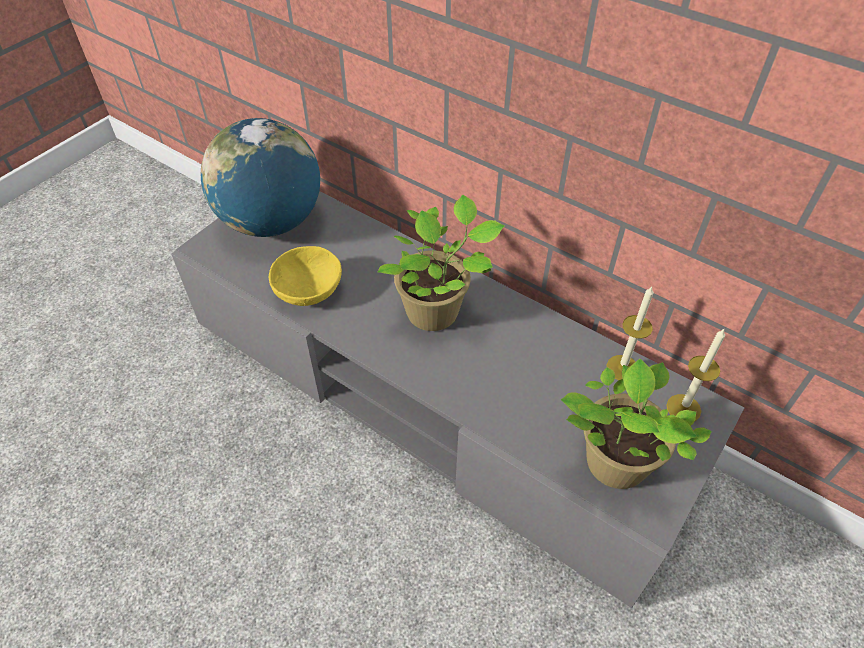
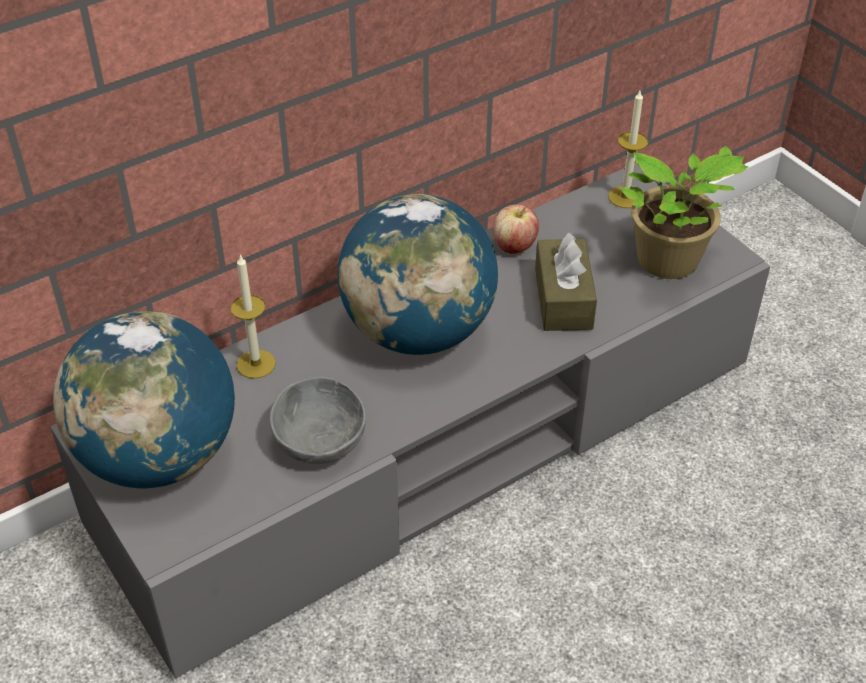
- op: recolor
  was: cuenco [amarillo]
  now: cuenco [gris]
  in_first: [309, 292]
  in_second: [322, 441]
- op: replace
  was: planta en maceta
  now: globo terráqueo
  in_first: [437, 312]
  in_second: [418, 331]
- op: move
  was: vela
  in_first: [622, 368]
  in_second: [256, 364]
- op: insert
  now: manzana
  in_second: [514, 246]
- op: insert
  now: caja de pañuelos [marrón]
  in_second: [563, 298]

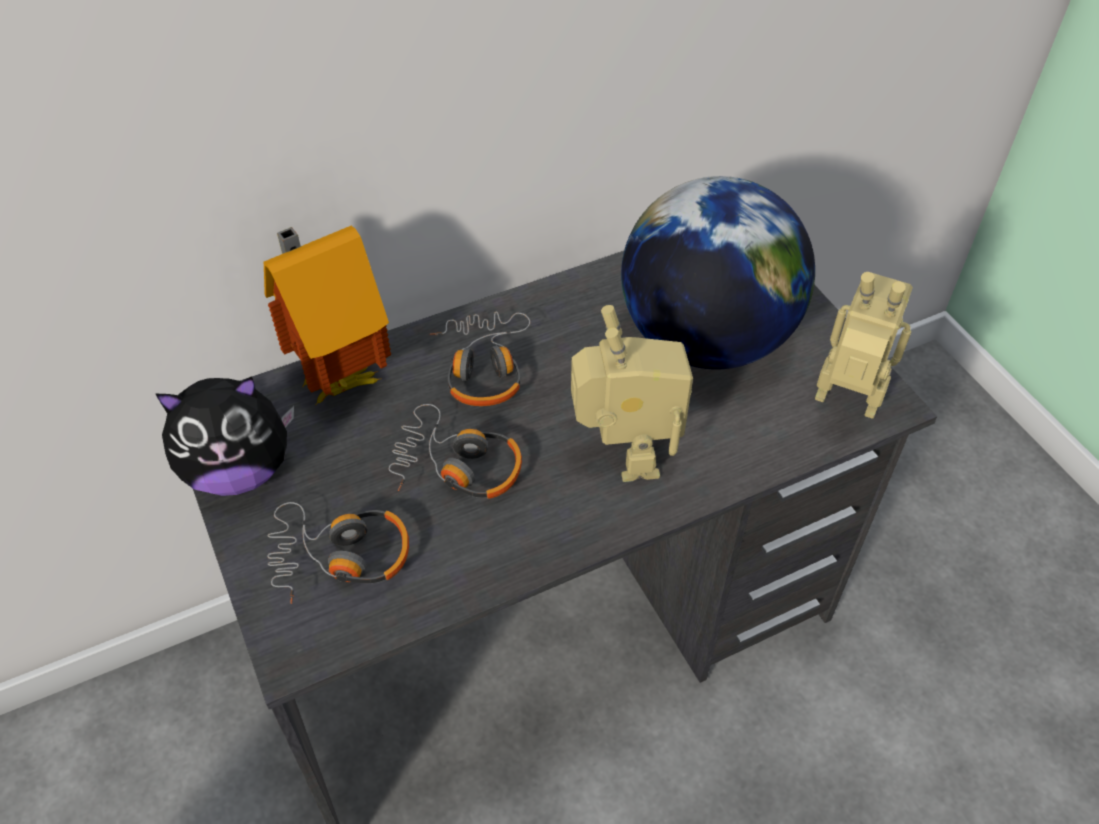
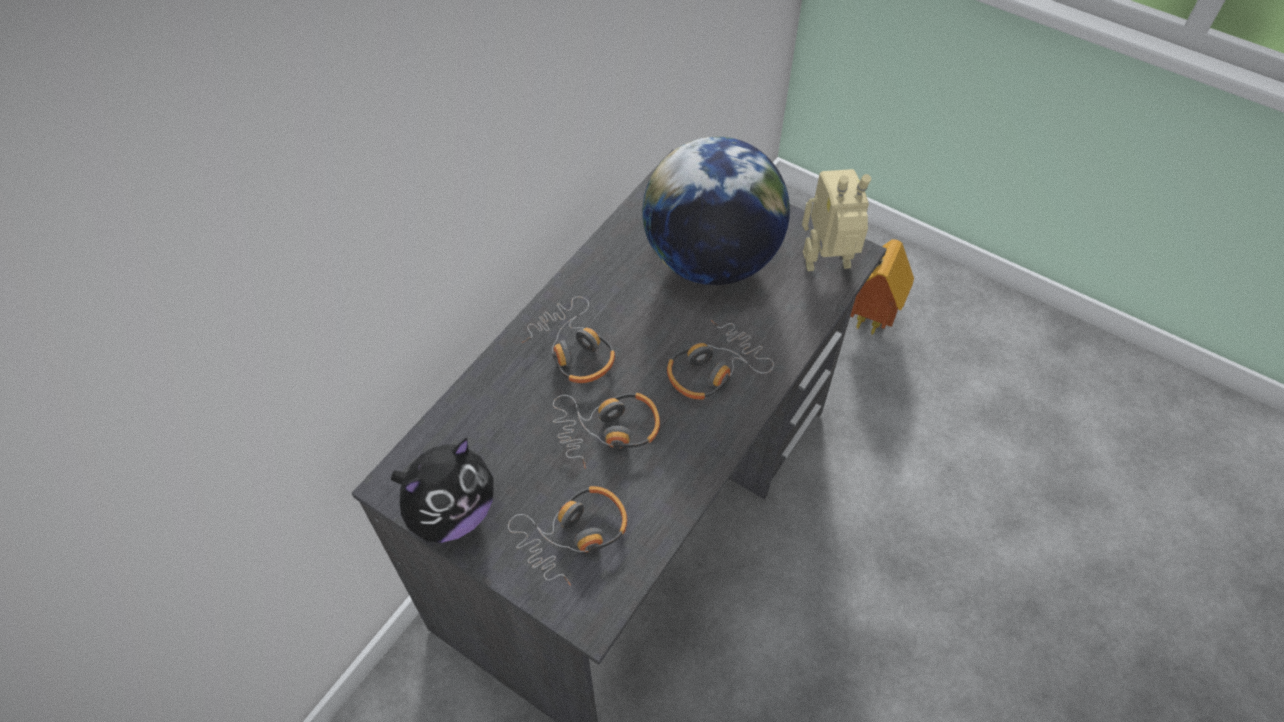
- op: move
  was: casita
  in_first: [338, 378]
  in_second: [867, 318]
- op: replace
  was: robot de juguete
  now: auriculares
  in_first: [623, 456]
  in_second: [713, 369]

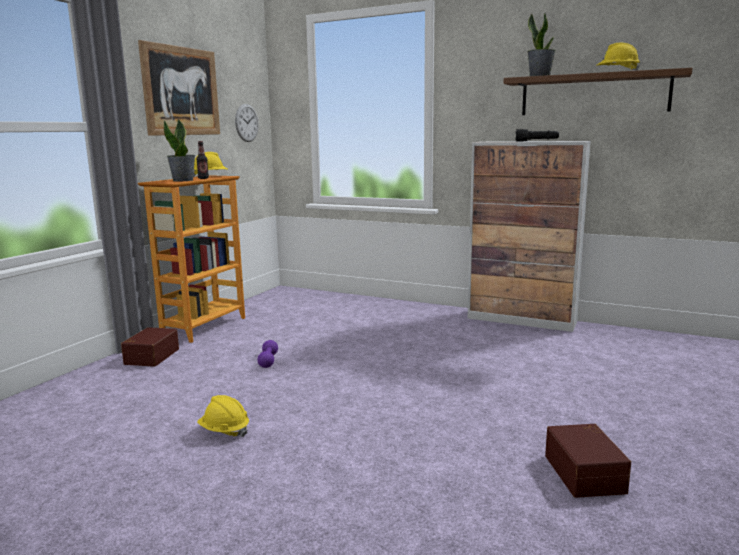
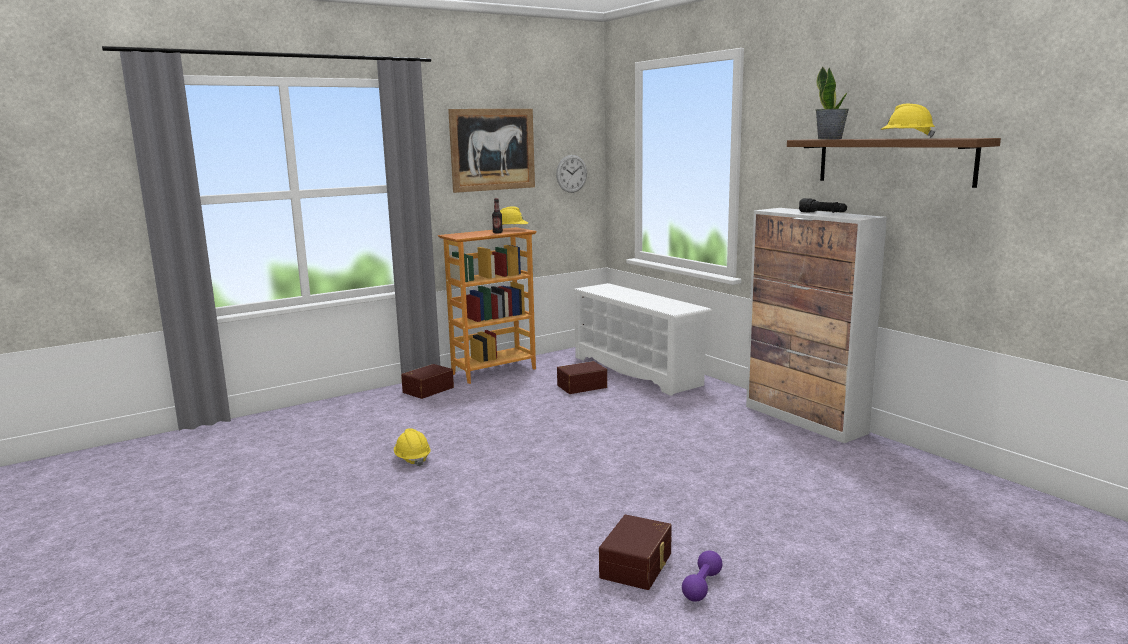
- op: delete
  was: planta en maceta
  in_first: [183, 180]
- op: move
  was: mancuerna [morado]
  in_first: [268, 361]
  in_second: [702, 586]
- op: insert
  now: caja de almacenaje [marrón]
  in_second: [581, 386]
- op: insert
  now: zapatero [blanco]
  in_second: [638, 371]

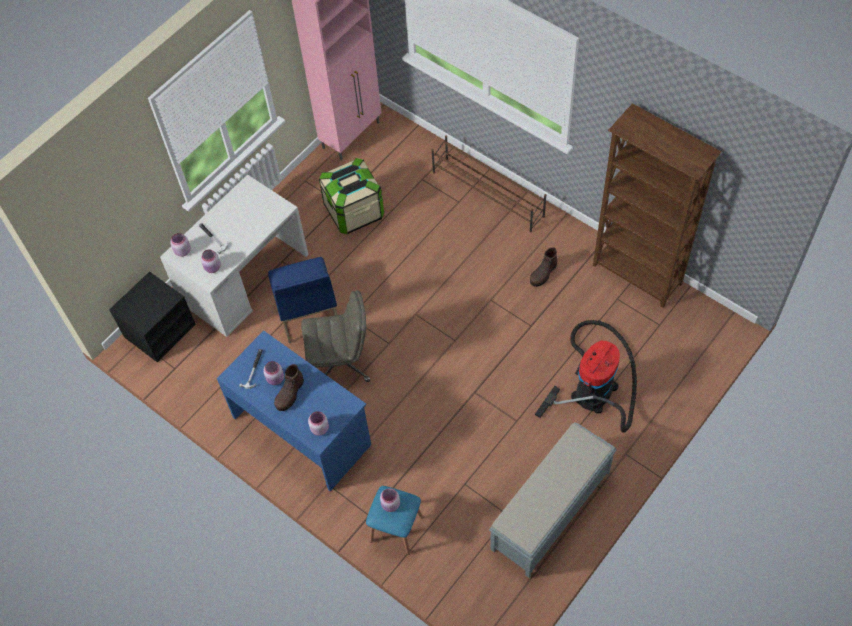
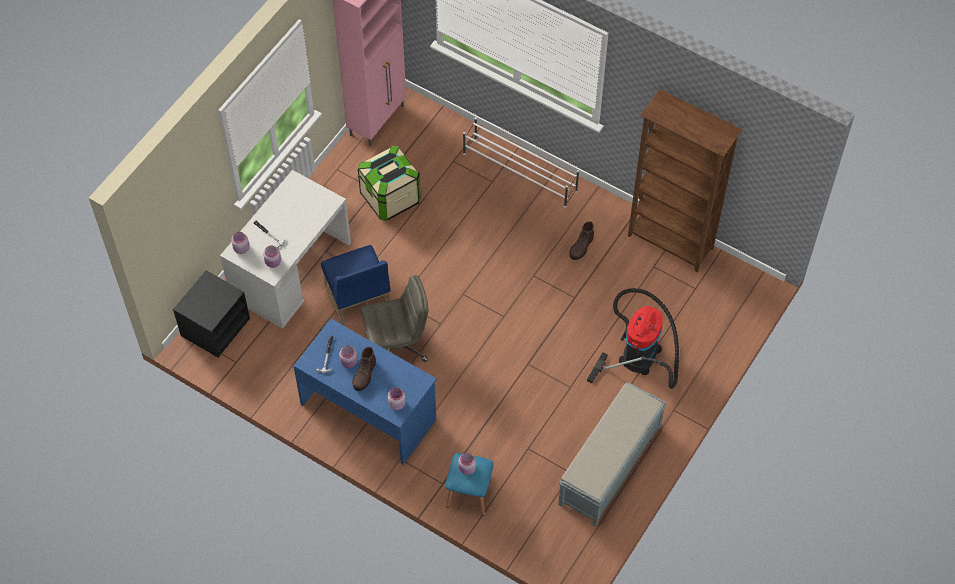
- op: recolor
  was: zapatero [marrón]
  now: zapatero [blanco]
  in_first: [488, 195]
  in_second: [520, 173]

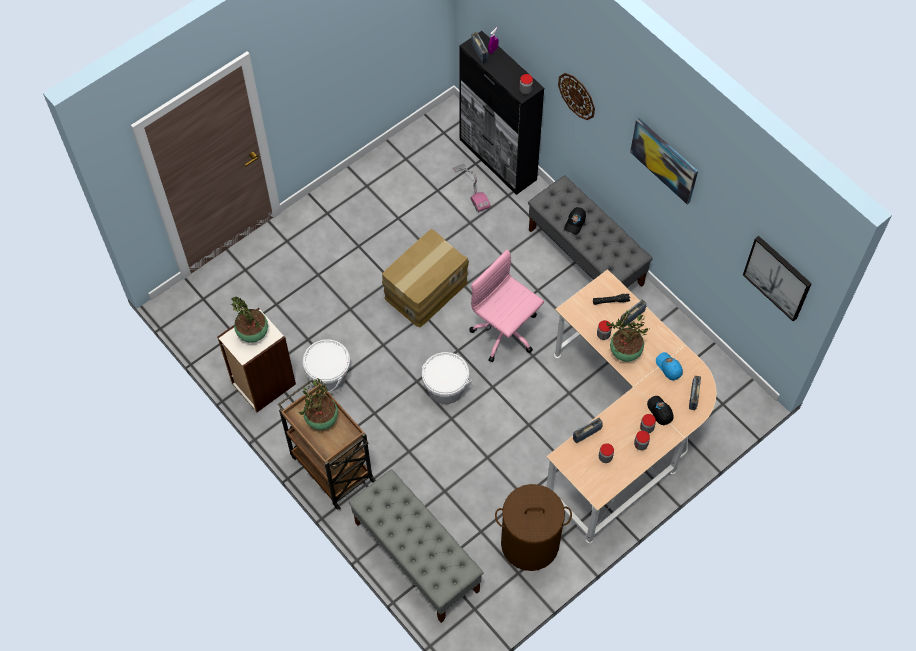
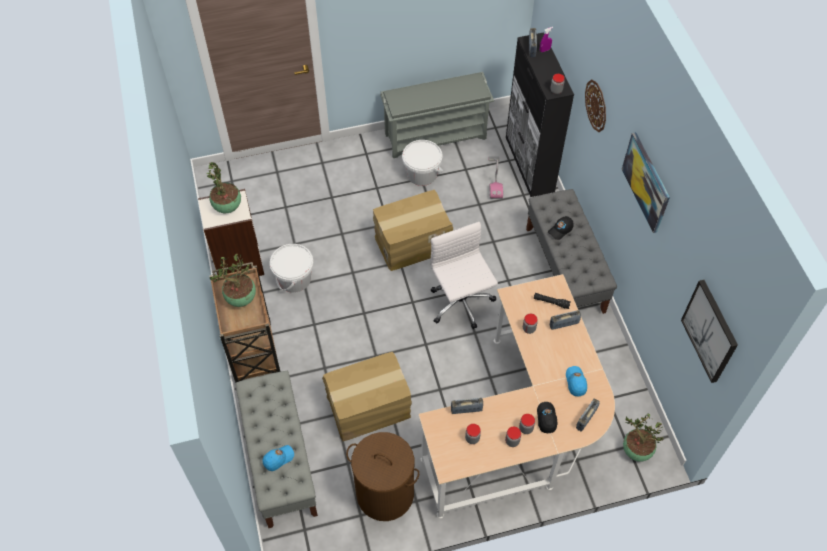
- op: move
  was: cubo [blanco]
  in_first: [445, 388]
  in_second: [422, 174]
- op: recolor
  was: silla de oficina [rosa]
  now: silla de oficina [blanco]
  in_first: [505, 333]
  in_second: [461, 304]
- op: move
  was: planta en maceta
  in_first: [624, 352]
  in_second: [635, 451]
- op: insert
  now: gorra [azul]
  in_second: [278, 459]
- op: insert
  now: caja de cartón
  in_second: [368, 408]
- op: insert
  now: zapatero [gris]
  in_second: [436, 135]

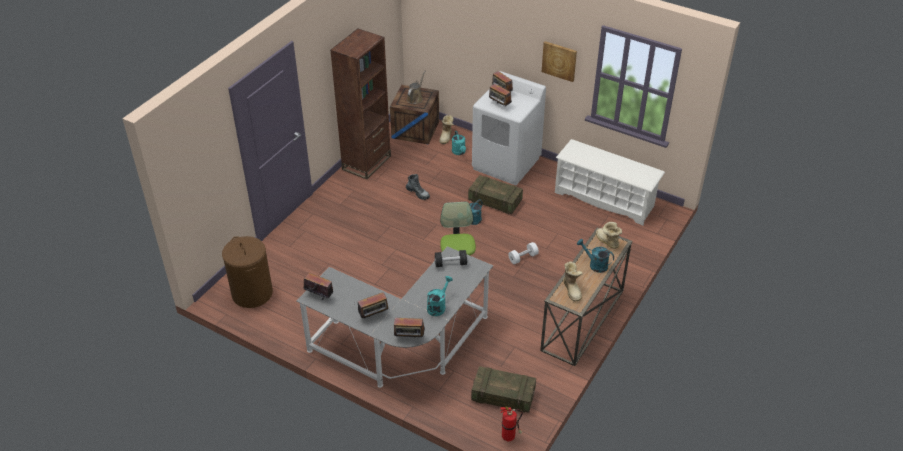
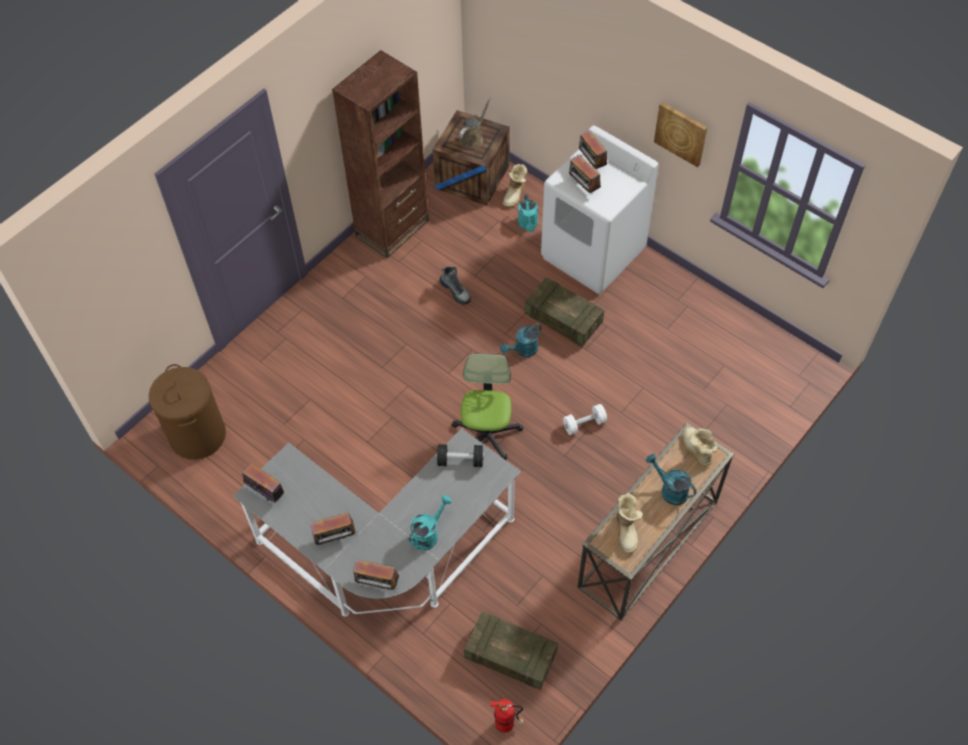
- op: delete
  was: zapatero [blanco]
  in_first: [605, 199]

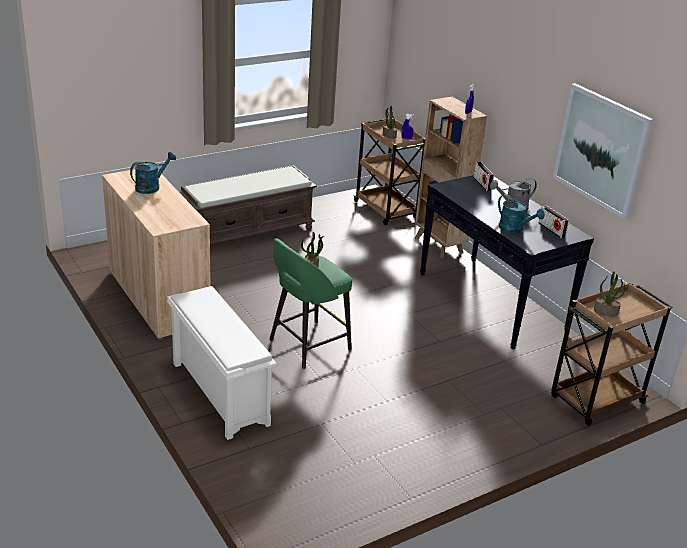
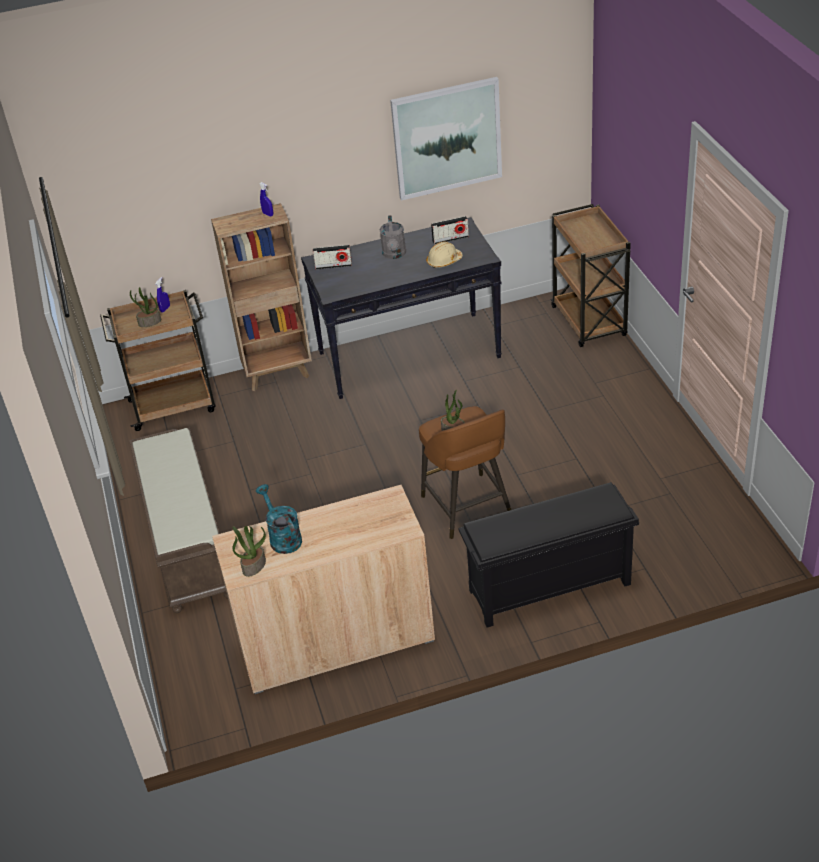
- op: recolor
  was: zapatero [blanco]
  now: zapatero [negro]
  in_first: [218, 393]
  in_second: [548, 588]
- op: recolor
  was: taburete [verde]
  now: taburete [marrón]
  in_first: [307, 345]
  in_second: [467, 507]
- op: replace
  was: regadera [turquesa]
  now: casco [beis]
  in_first: [514, 229]
  in_second: [444, 261]
- op: move
  was: planta en maceta
  in_first: [606, 311]
  in_second: [254, 565]

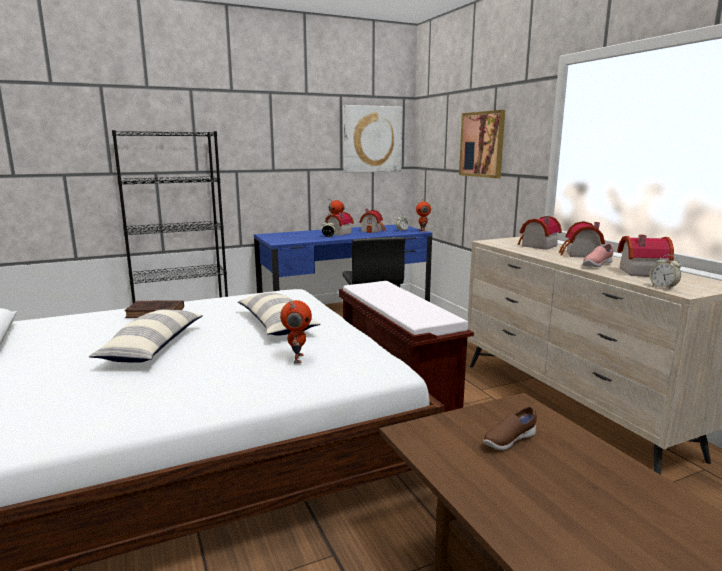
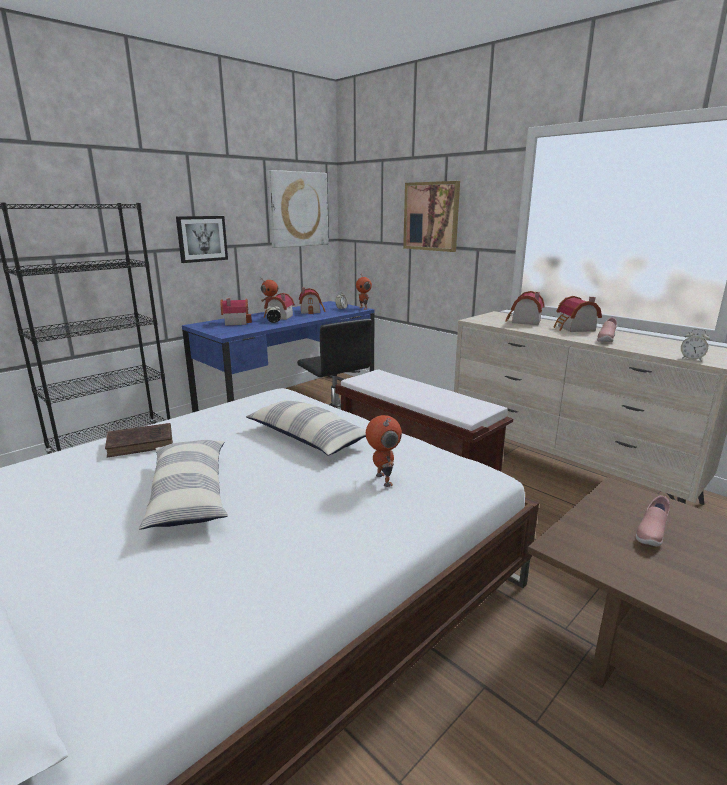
- op: recolor
  was: zapato [marrón]
  now: zapato [rosa]
  in_first: [508, 441]
  in_second: [650, 533]
- op: move
  was: casita
  in_first: [639, 271]
  in_second: [235, 322]
- op: insert
  now: cuadro
  in_second: [202, 238]

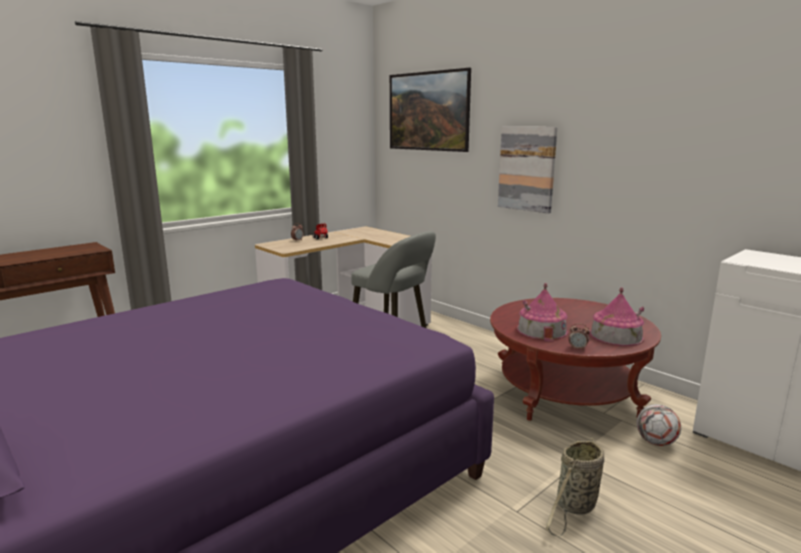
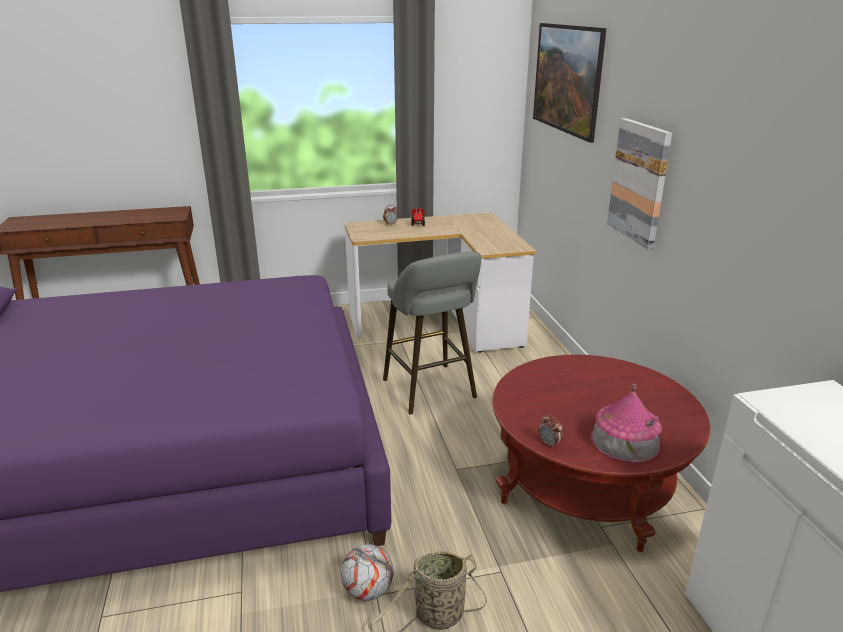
- op: delete
  was: casita
  in_first: [542, 330]
- op: move
  was: balón de fútbol
  in_first: [656, 442]
  in_second: [368, 591]

